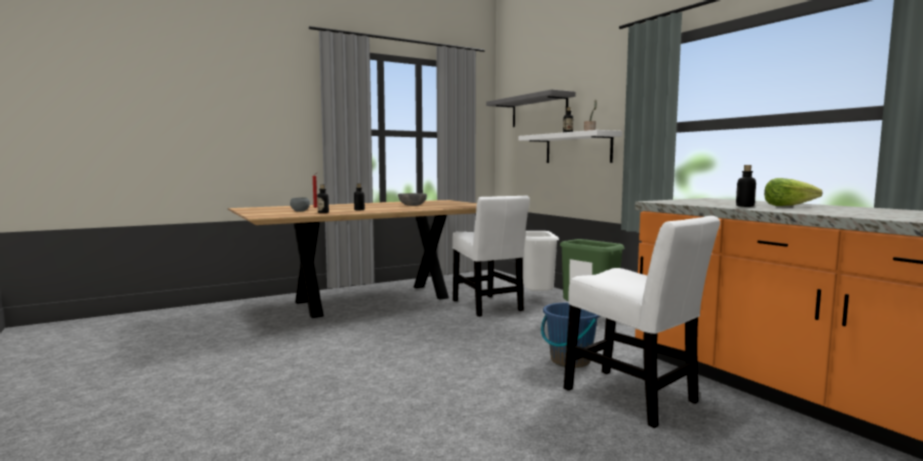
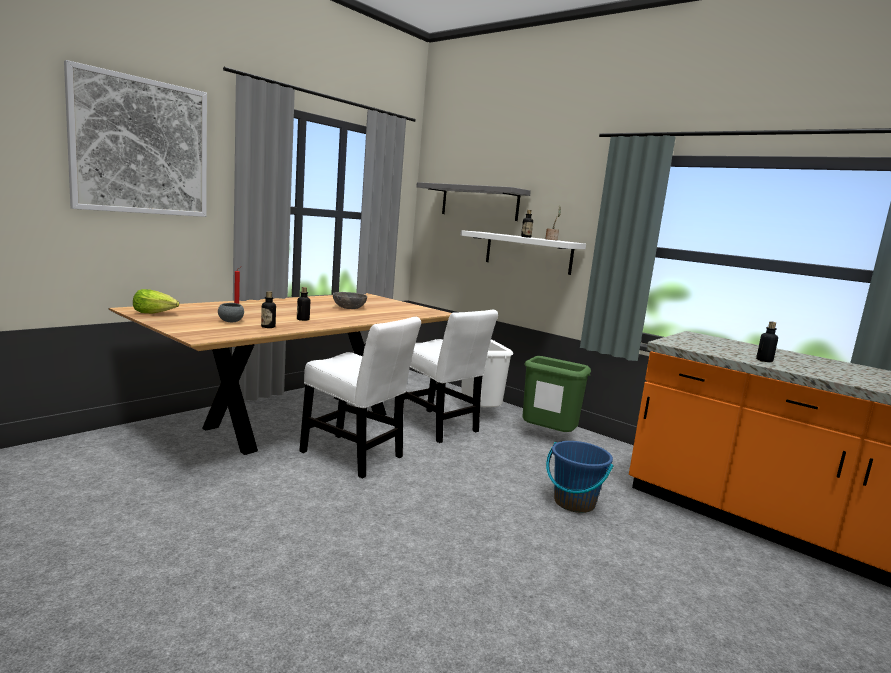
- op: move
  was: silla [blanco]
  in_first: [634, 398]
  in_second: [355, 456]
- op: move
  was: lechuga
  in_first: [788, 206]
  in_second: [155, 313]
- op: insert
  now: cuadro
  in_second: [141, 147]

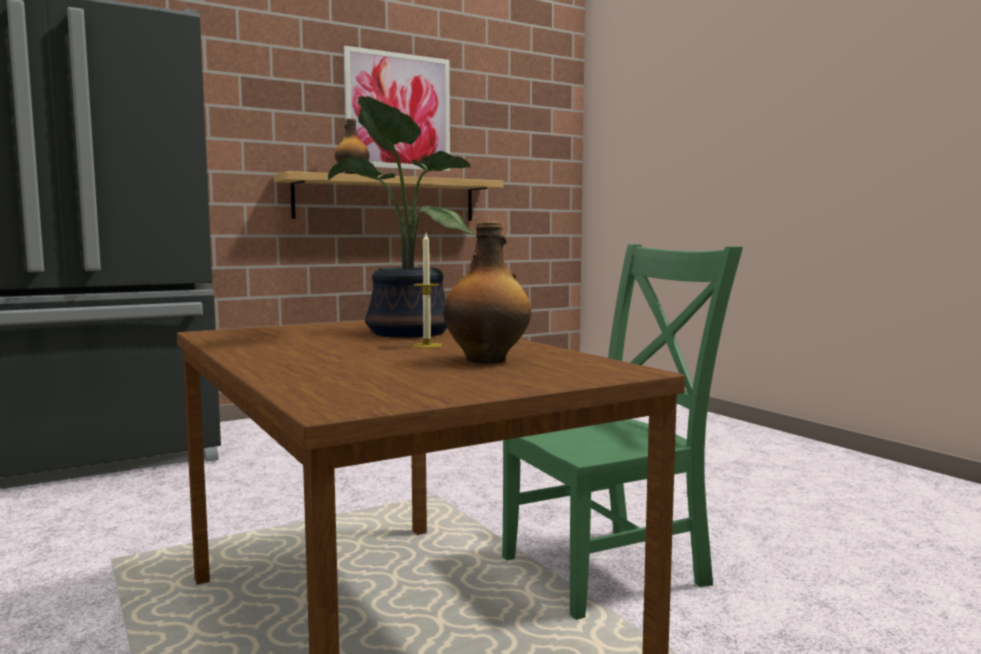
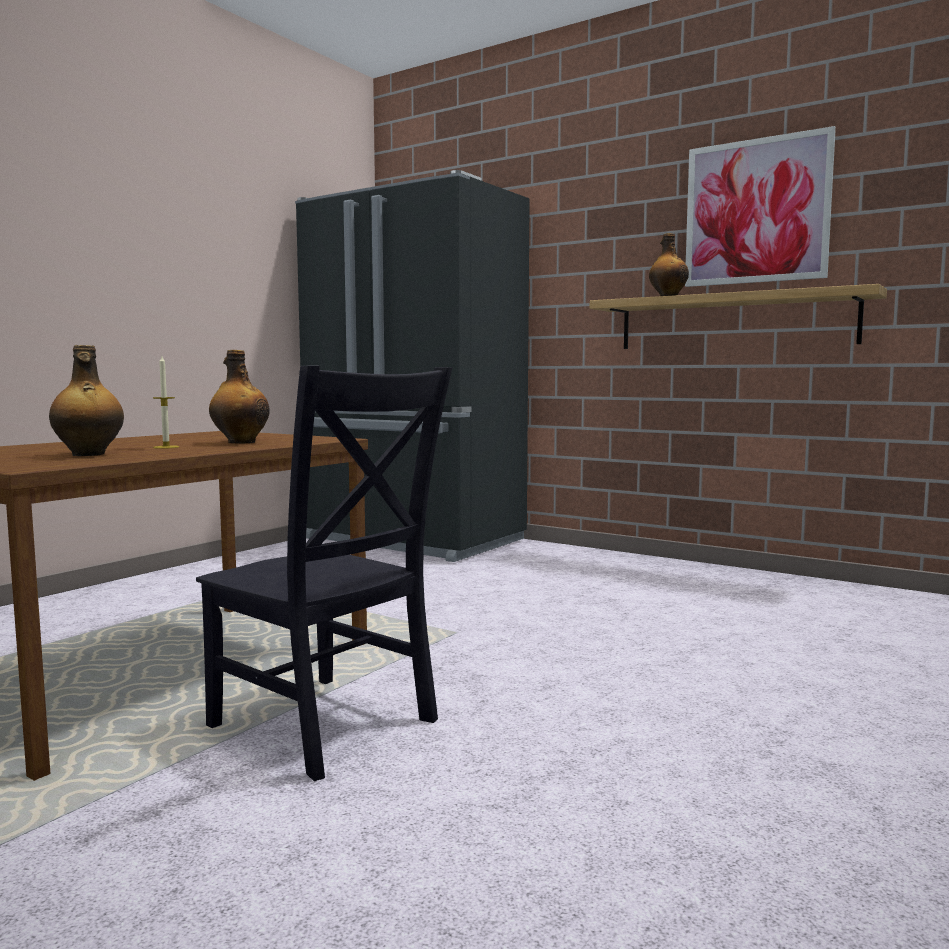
- op: replace
  was: planta en maceta
  now: botella
  in_first: [403, 333]
  in_second: [240, 442]
- op: recolor
  was: silla [verde]
  now: silla [negro]
  in_first: [611, 569]
  in_second: [328, 726]

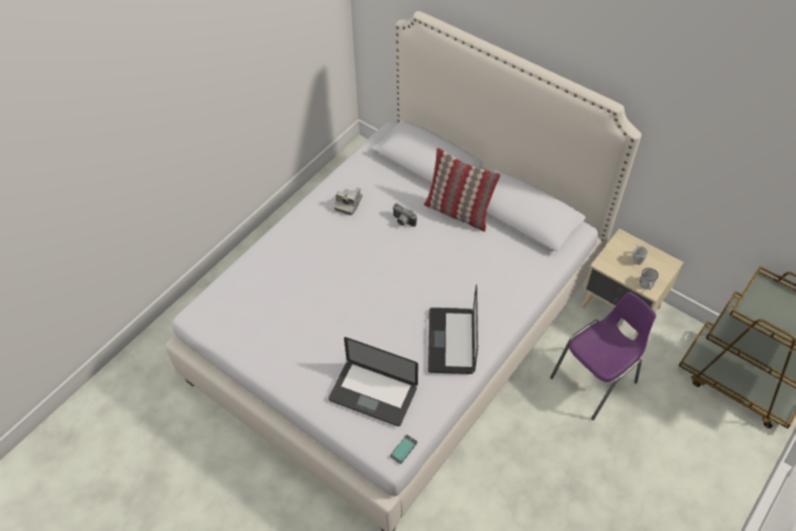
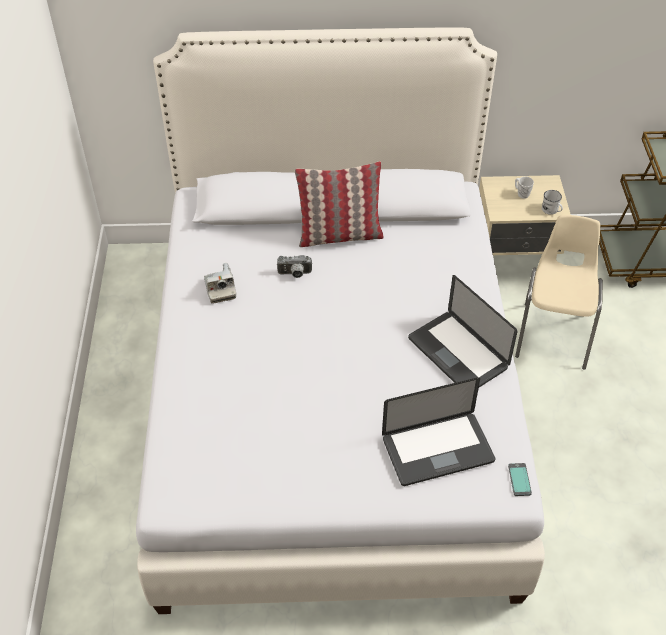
- op: recolor
  was: silla [morado]
  now: silla [beis]
  in_first: [596, 380]
  in_second: [553, 333]

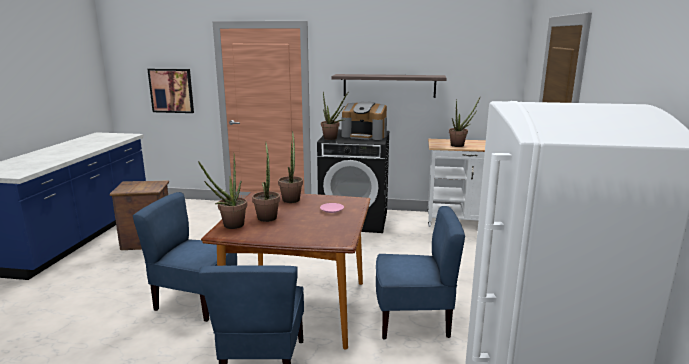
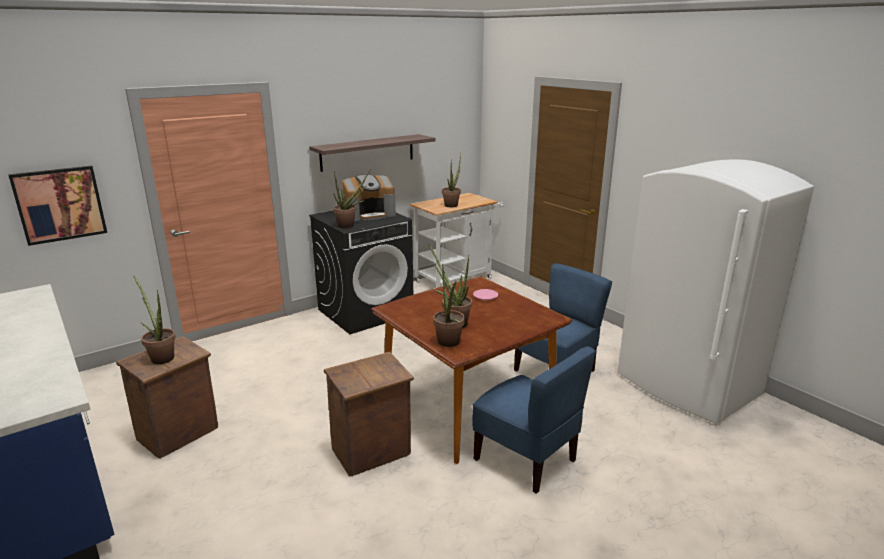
- op: replace
  was: silla [azul]
  now: caja de embalaje
  in_first: [196, 301]
  in_second: [372, 452]
- op: move
  was: planta en maceta
  in_first: [291, 198]
  in_second: [161, 357]

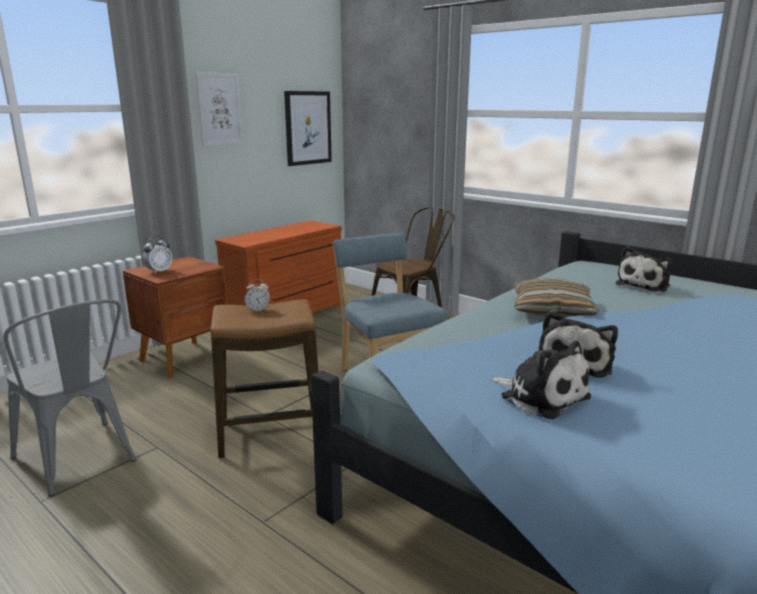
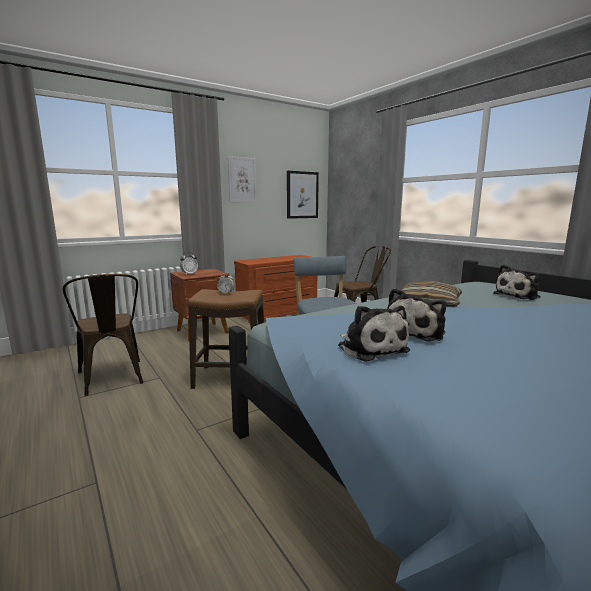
- op: recolor
  was: silla [gris]
  now: silla [marrón]
  in_first: [80, 461]
  in_second: [112, 379]

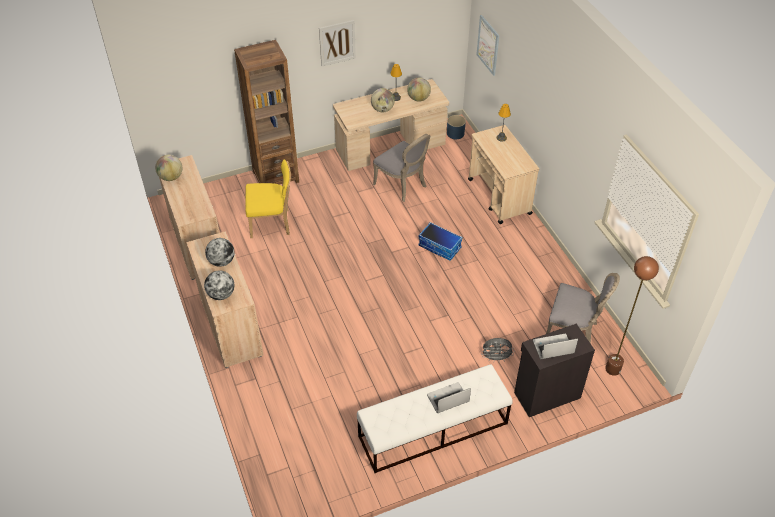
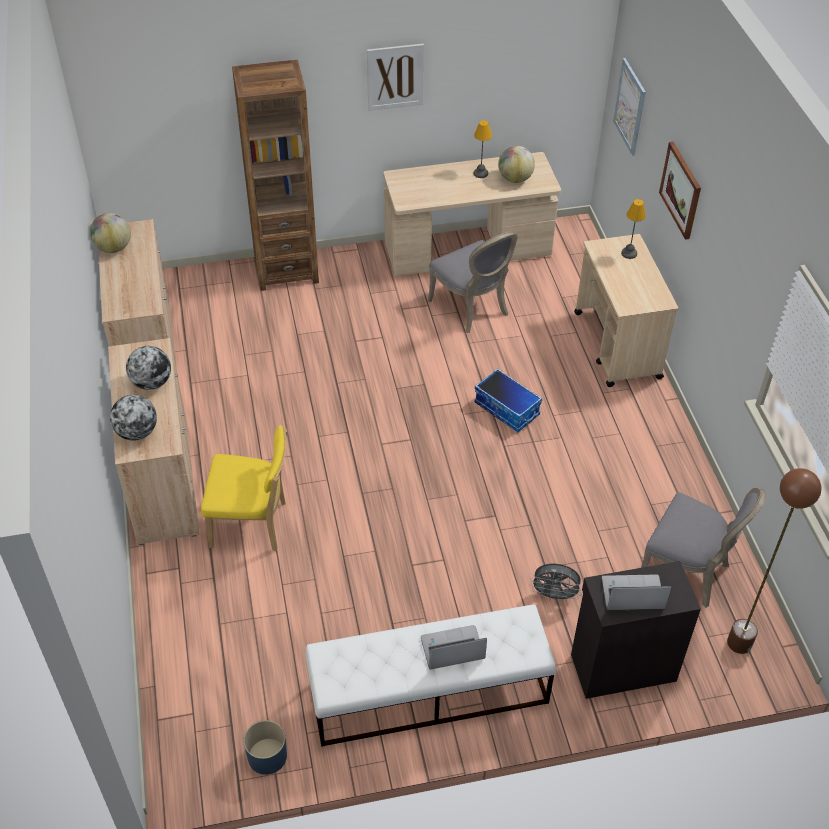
- op: move
  was: silla [amarillo]
  in_first: [272, 223]
  in_second: [252, 525]
- op: delete
  was: globo terráqueo
  in_first: [382, 109]
- op: move
  was: maceta [azul]
  in_first: [455, 133]
  in_second: [267, 756]
- op: insert
  now: cuadro
  in_second: [681, 190]

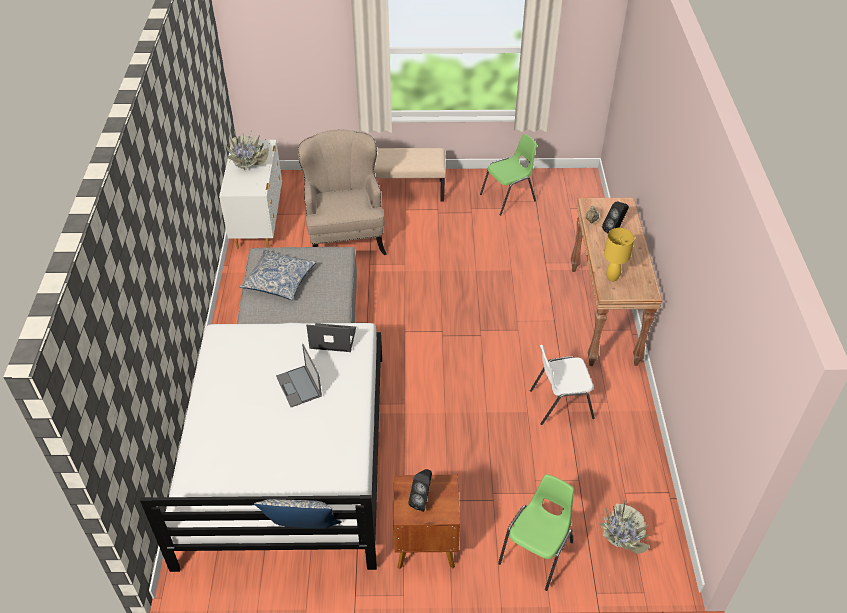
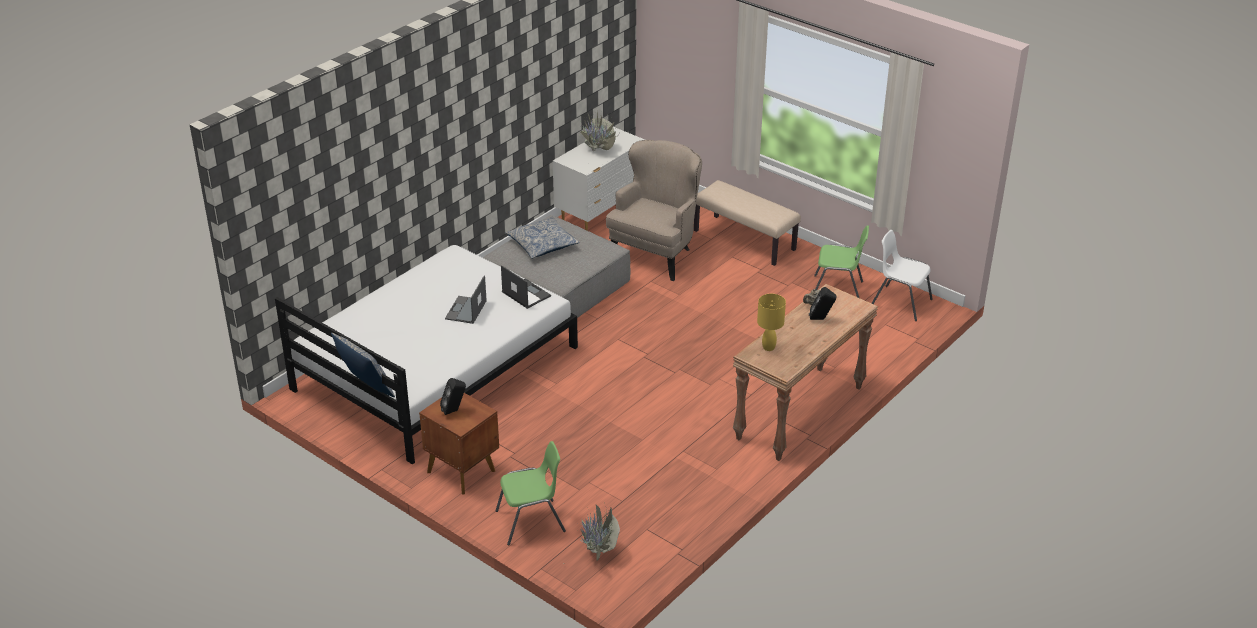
- op: move
  was: silla [blanco]
  in_first: [560, 403]
  in_second: [900, 302]

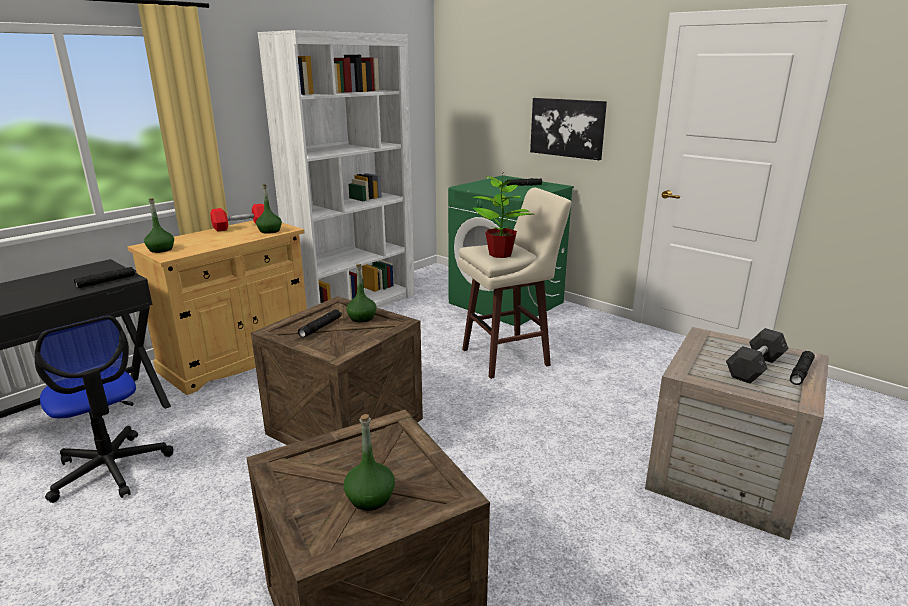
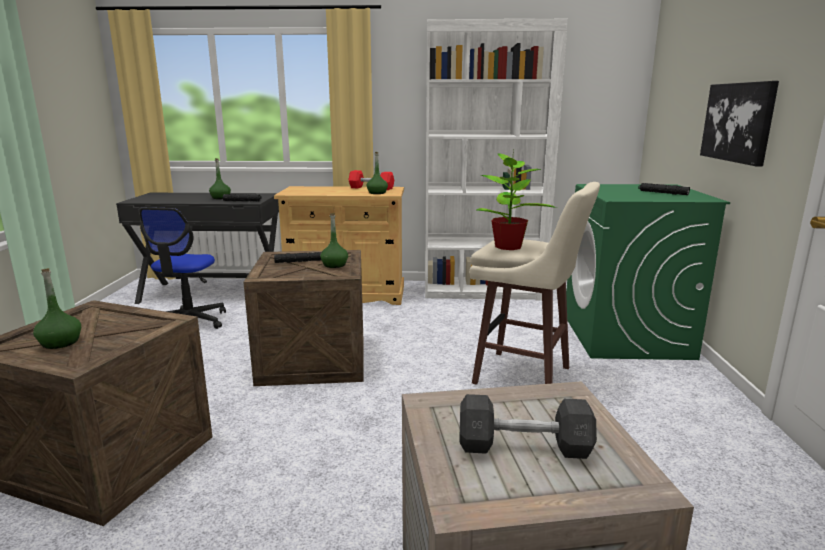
- op: move
  was: botella [verde]
  in_first: [161, 249]
  in_second: [220, 198]
- op: delete
  was: linterna [negro]
  in_first: [801, 372]

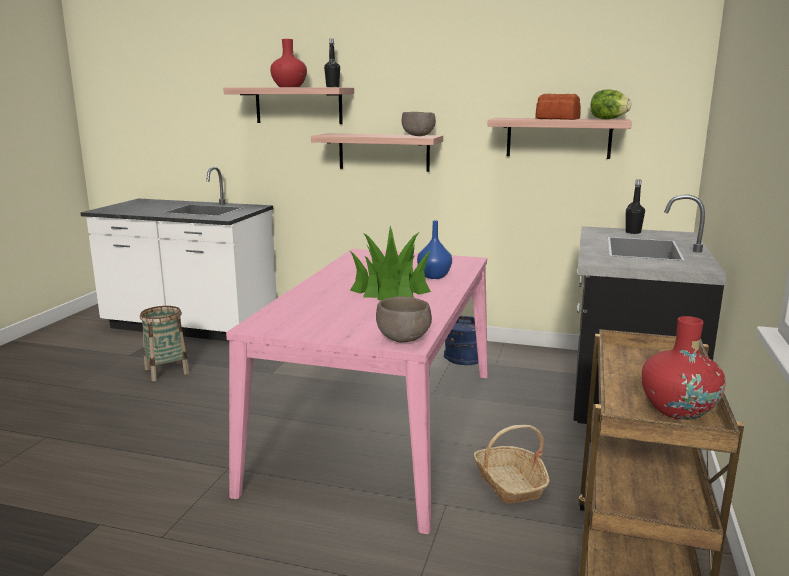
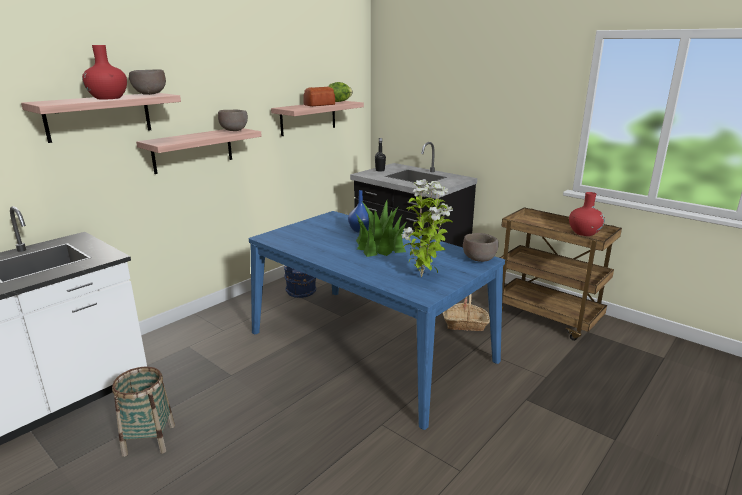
- op: recolor
  was: mesa de comedor [rosa]
  now: mesa de comedor [azul]
  in_first: [381, 425]
  in_second: [370, 346]
- op: replace
  was: botella [negro]
  now: cuenco [marrón]
  in_first: [332, 87]
  in_second: [150, 94]
- op: insert
  now: planta en maceta
  in_second: [423, 277]

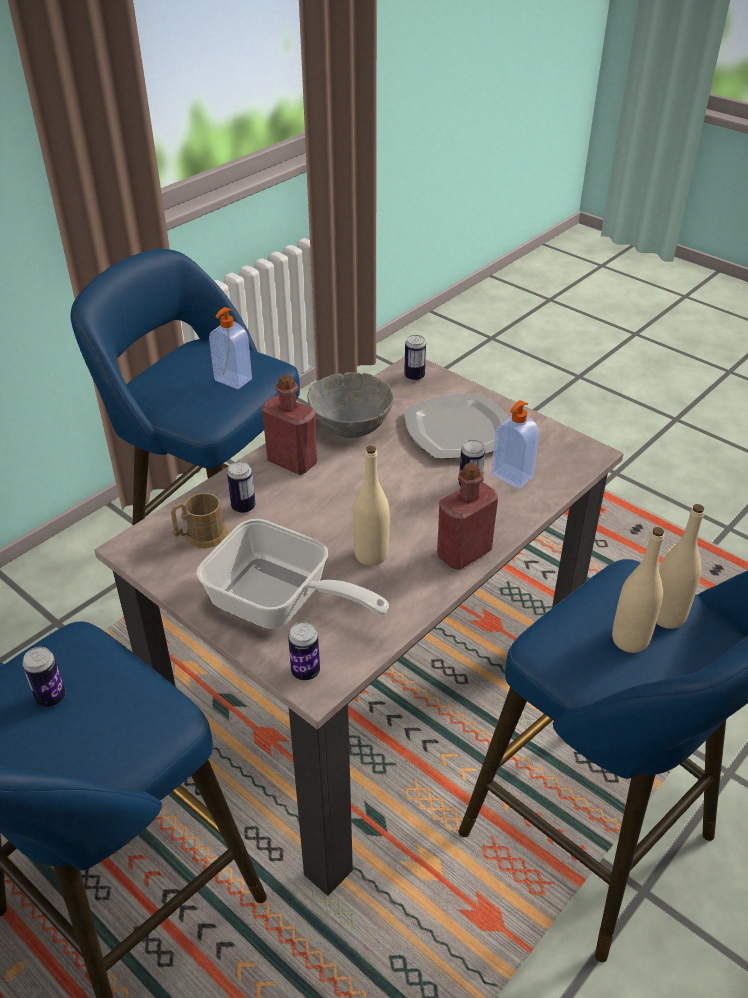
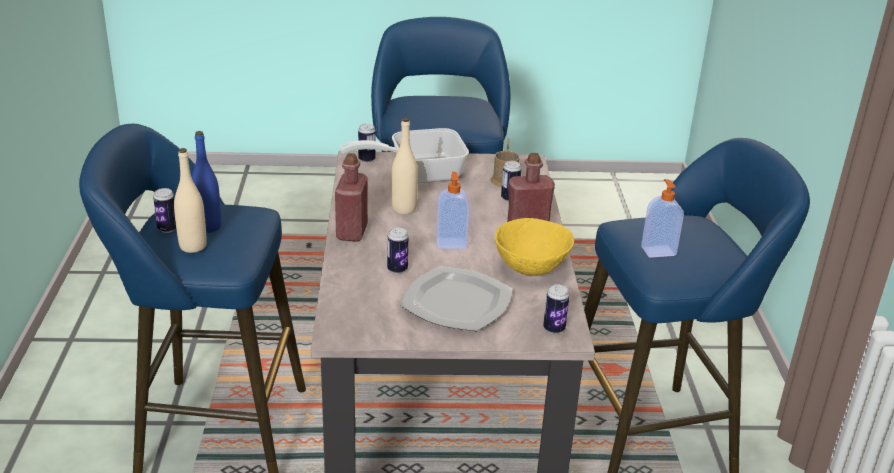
- op: move
  was: lata
  in_first: [51, 698]
  in_second: [167, 229]
- op: recolor
  was: cuenco [gris]
  now: cuenco [amarillo]
  in_first: [351, 427]
  in_second: [531, 267]
- op: move
  was: dispensador de jabón
  in_first: [511, 477]
  in_second: [451, 243]
- op: recolor
  was: botella [beis]
  now: botella [azul]
  in_first: [630, 640]
  in_second: [208, 227]

